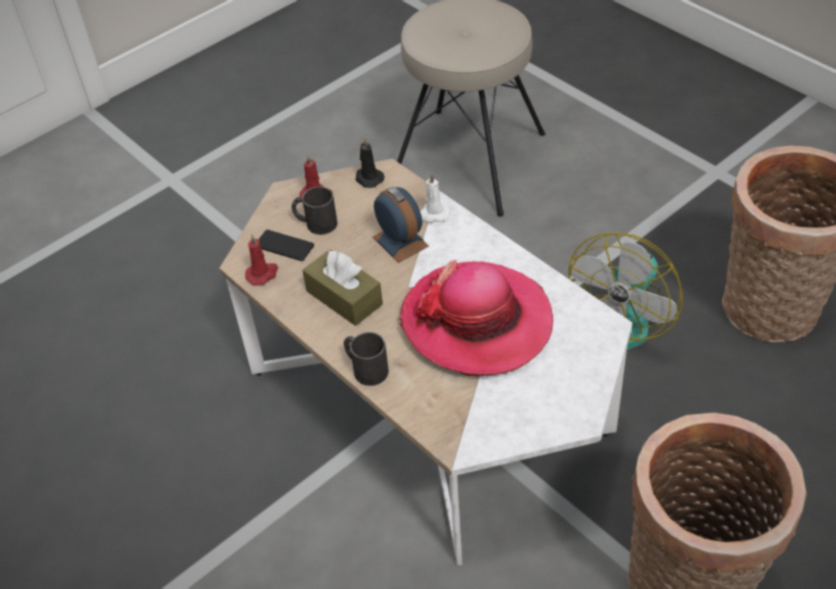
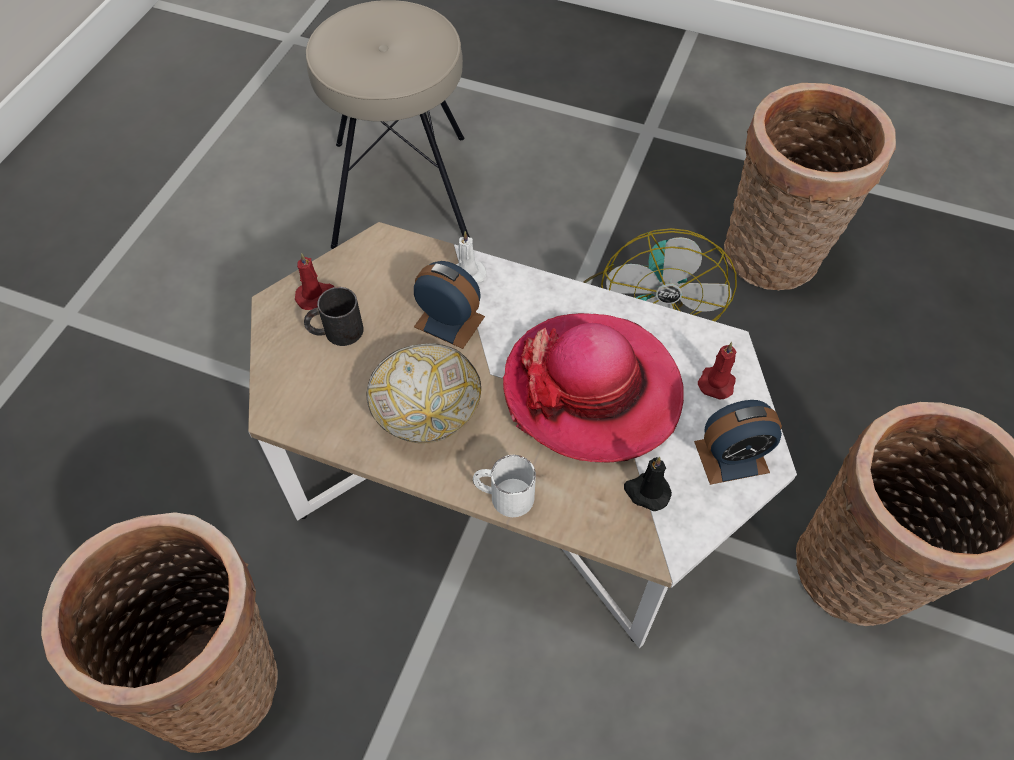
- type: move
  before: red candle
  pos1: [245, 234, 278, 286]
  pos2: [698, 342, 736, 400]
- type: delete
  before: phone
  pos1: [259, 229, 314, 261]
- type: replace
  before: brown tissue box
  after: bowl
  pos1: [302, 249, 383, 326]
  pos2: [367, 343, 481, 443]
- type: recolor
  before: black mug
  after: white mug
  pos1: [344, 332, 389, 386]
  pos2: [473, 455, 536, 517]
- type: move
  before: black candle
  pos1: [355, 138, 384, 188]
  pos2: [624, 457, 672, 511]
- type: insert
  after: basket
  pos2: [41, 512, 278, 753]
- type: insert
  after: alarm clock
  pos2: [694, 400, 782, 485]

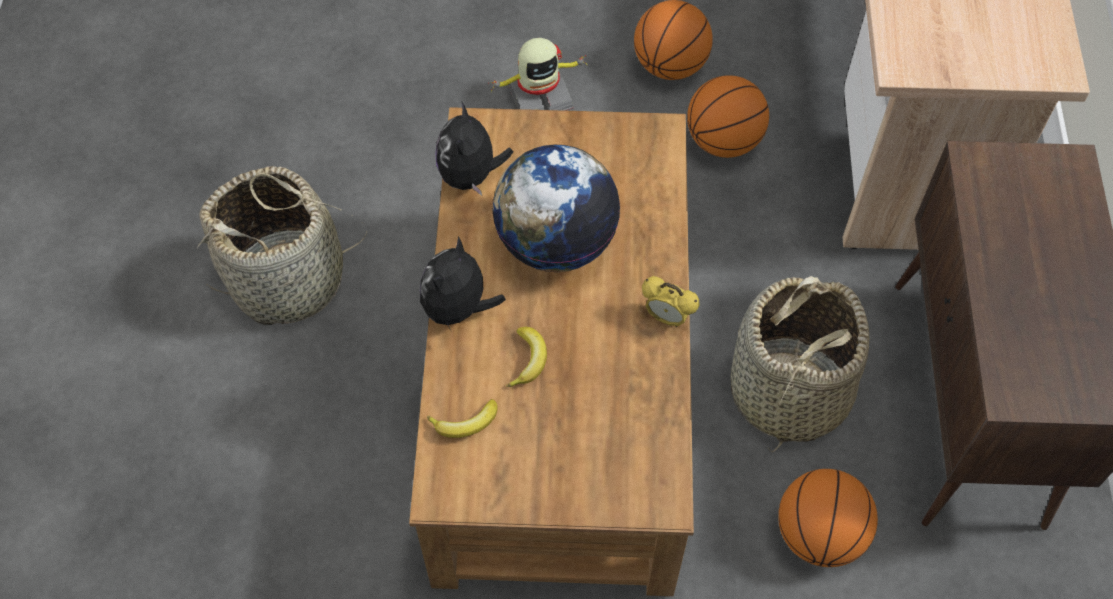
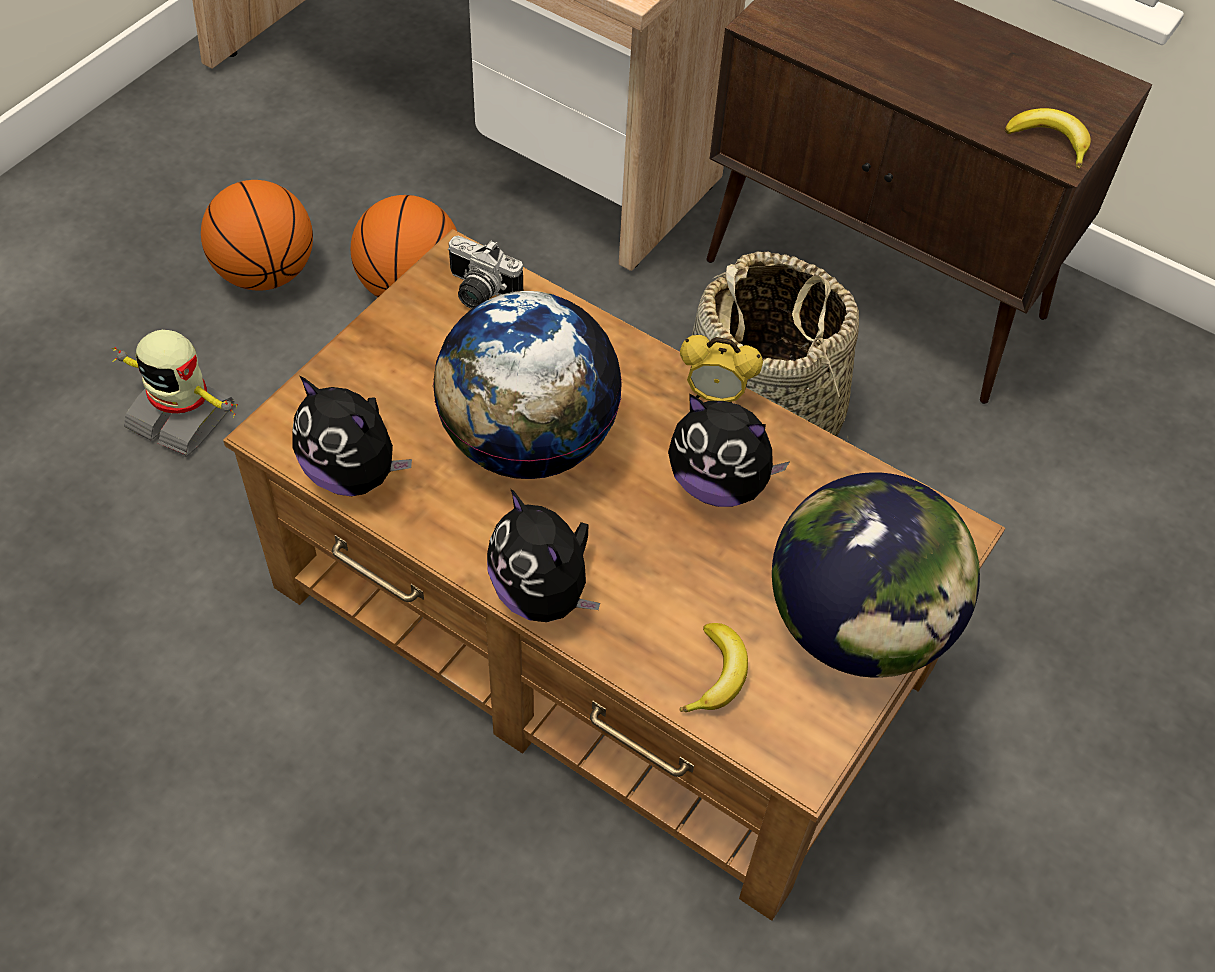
- type: delete
  before: basket
  pos1: [197, 166, 367, 325]
- type: rotate
  before: toy robot
  pos1: [491, 38, 587, 111]
  pos2: [112, 330, 238, 457]
  turn: 105
- type: move
  before: banana
  pos1: [506, 327, 547, 387]
  pos2: [1005, 108, 1091, 169]
- type: rotate
  before: alarm clock
  pos1: [642, 276, 699, 327]
  pos2: [680, 335, 763, 403]
  turn: 45
- type: delete
  before: basketball
  pos1: [778, 469, 878, 567]
- type: insert
  after: photo camera
  pos2: [448, 235, 523, 309]
- type: insert
  after: plush toy
  pos2: [668, 394, 790, 507]
- type: insert
  after: globe
  pos2: [772, 472, 980, 678]

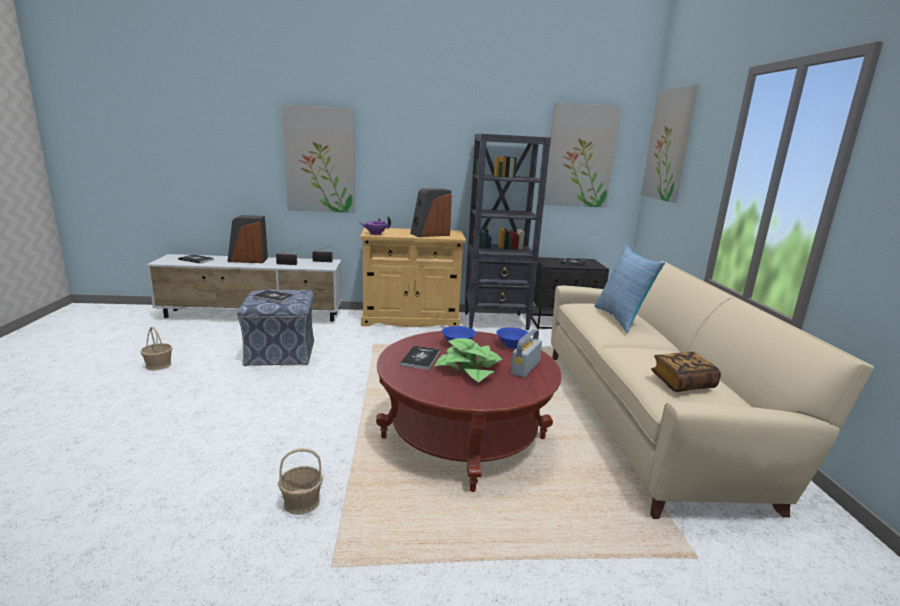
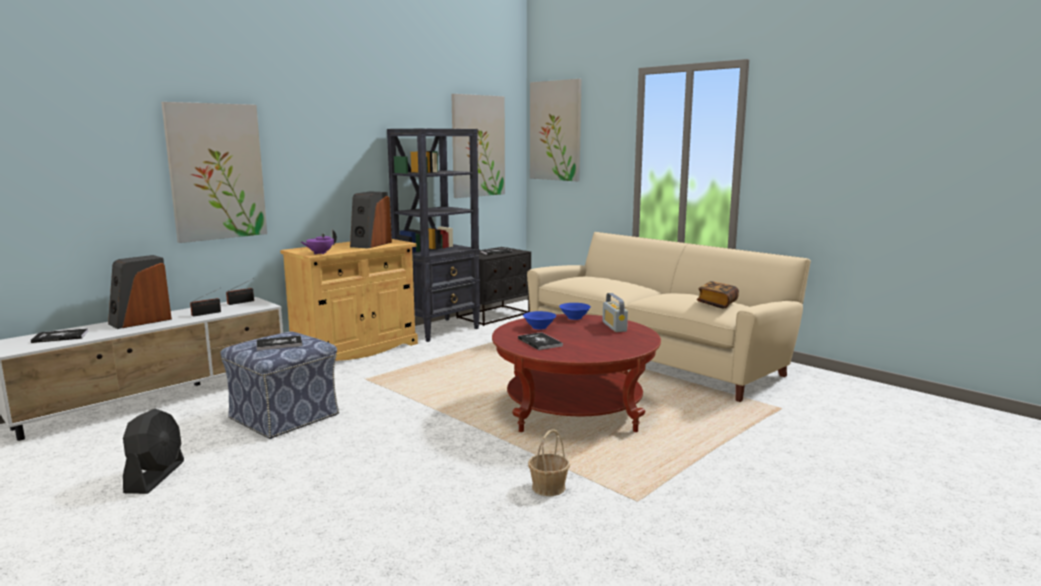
- type: replace
  before: basket
  after: black fan
  pos1: [140, 327, 173, 371]
  pos2: [123, 409, 184, 494]
- type: delete
  before: potted plant
  pos1: [435, 338, 503, 382]
- type: delete
  before: pillow
  pos1: [594, 245, 665, 333]

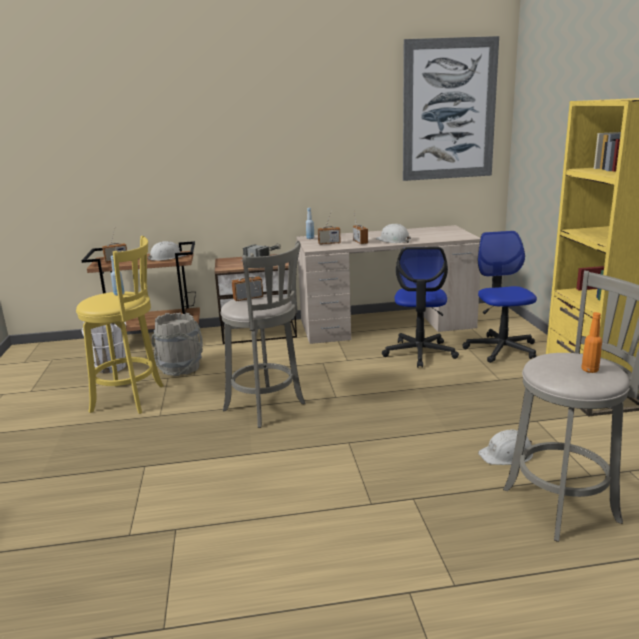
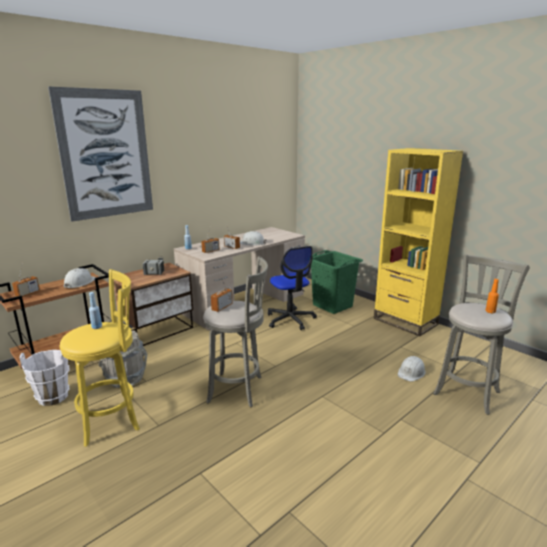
- type: move
  before: picture
  pos1: [403, 36, 499, 181]
  pos2: [48, 86, 153, 222]
- type: replace
  before: office chair
  after: green laundry basket
  pos1: [463, 231, 537, 363]
  pos2: [311, 250, 363, 314]

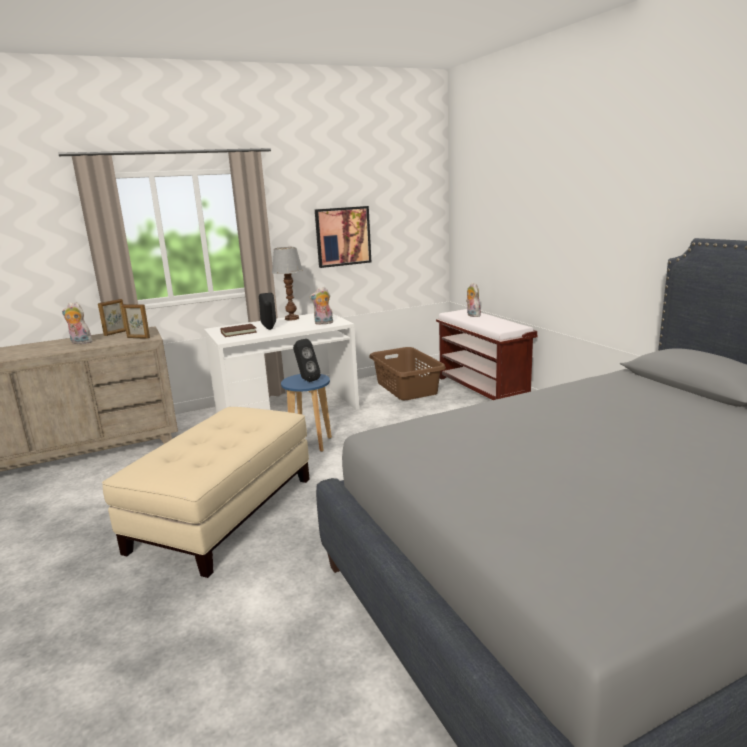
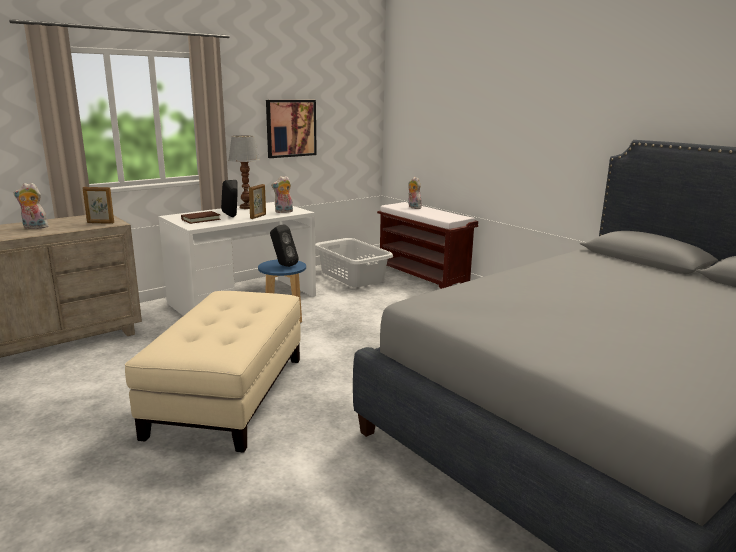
- type: move
  before: picture frame
  pos1: [98, 299, 126, 336]
  pos2: [249, 184, 266, 219]
- type: recolor
  before: brown laundry basket
  after: grey laundry basket
  pos1: [369, 347, 446, 400]
  pos2: [315, 238, 393, 287]

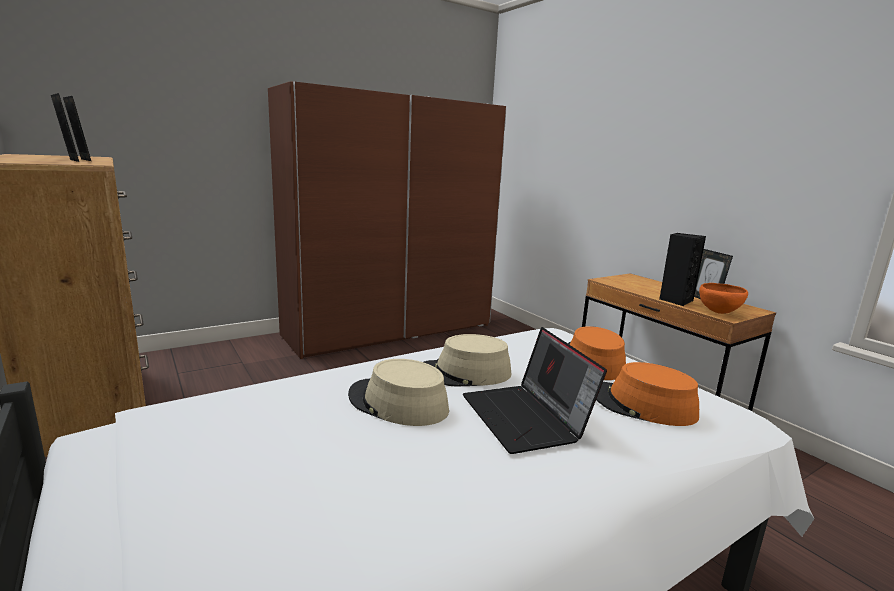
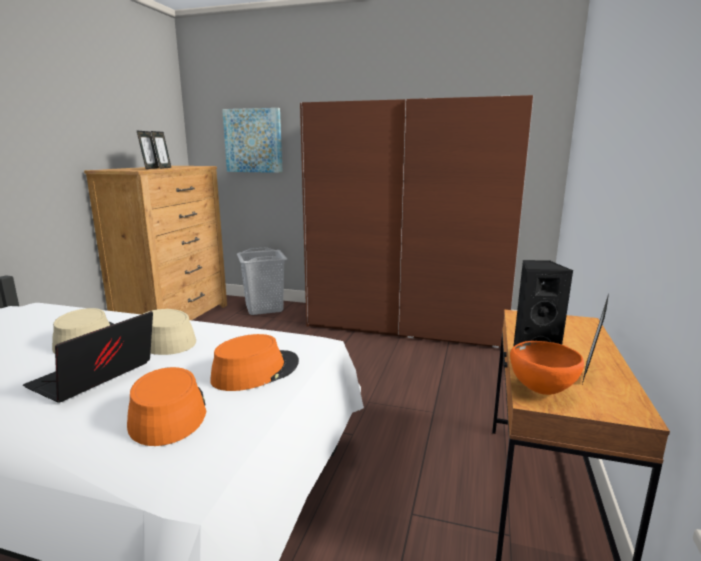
- type: insert
  after: picture
  pos2: [222, 108, 283, 173]
- type: insert
  after: grey laundry basket
  pos2: [237, 247, 287, 315]

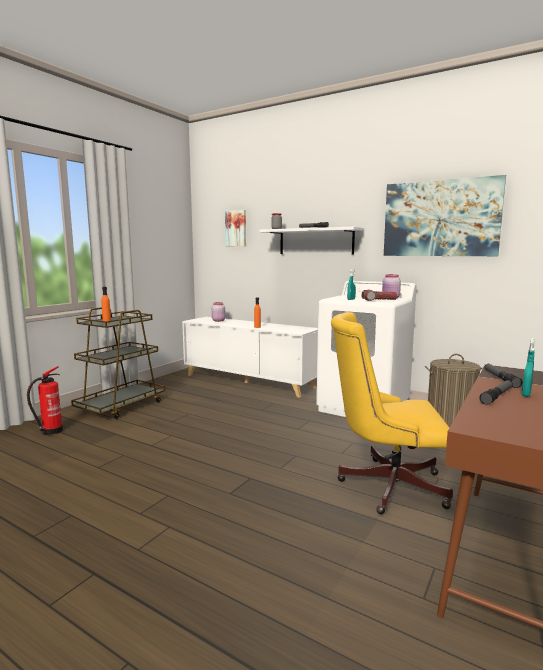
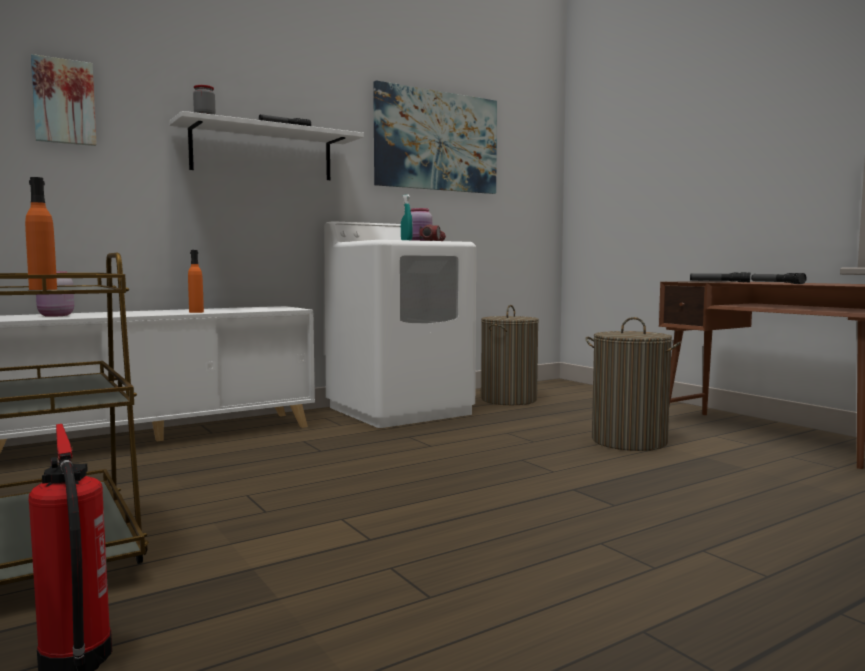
- type: replace
  before: yellow office chair
  after: laundry basket
  pos1: [331, 312, 453, 514]
  pos2: [586, 317, 681, 451]
- type: delete
  before: turquoise spray bottle
  pos1: [522, 339, 535, 397]

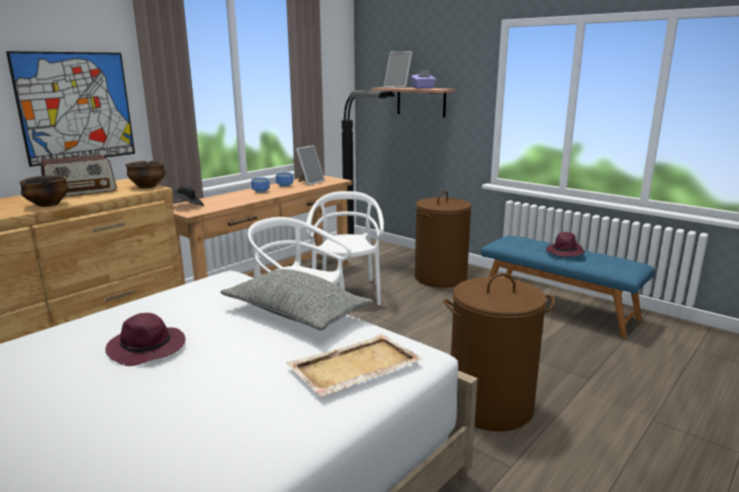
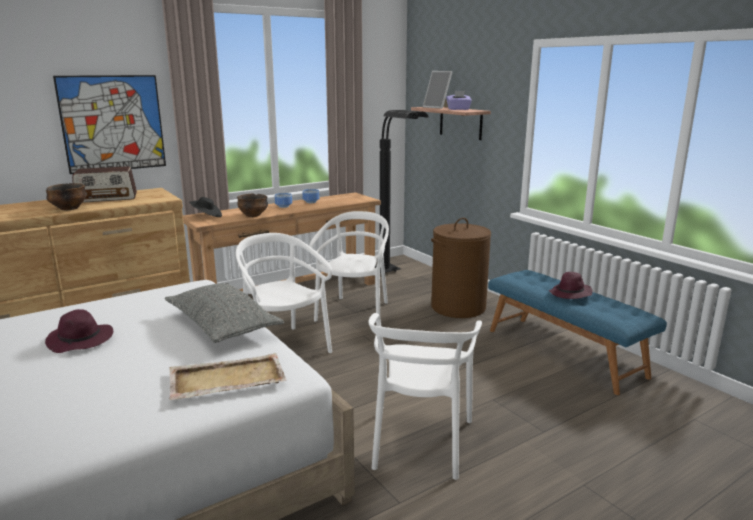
- type: move
  before: bowl
  pos1: [126, 161, 166, 188]
  pos2: [237, 194, 268, 217]
- type: delete
  before: picture frame
  pos1: [296, 145, 325, 186]
- type: replace
  before: brown laundry basket
  after: white chair
  pos1: [443, 273, 555, 431]
  pos2: [368, 313, 482, 480]

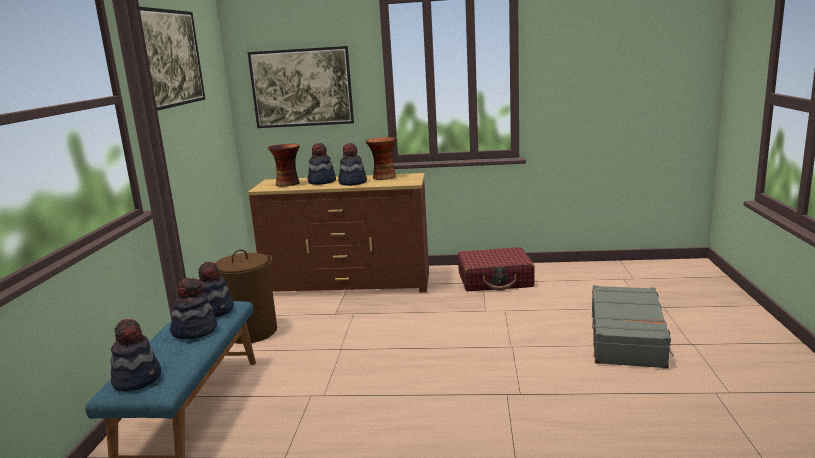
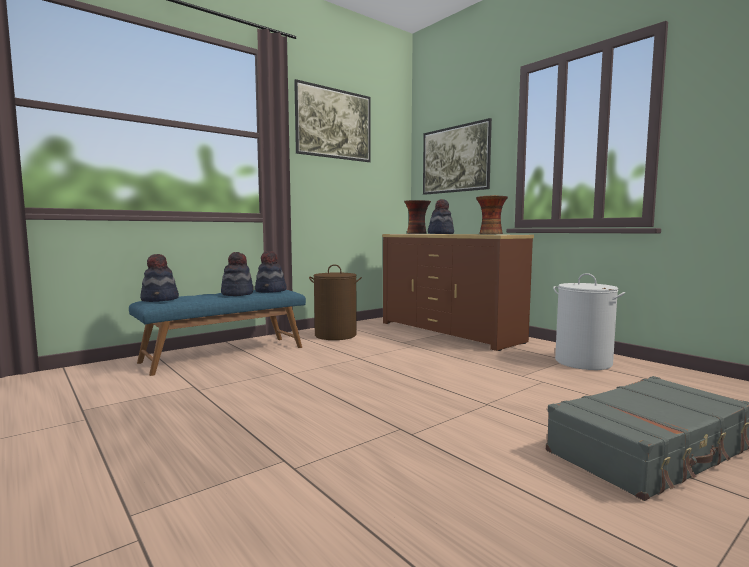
- type: delete
  before: hat
  pos1: [338, 143, 367, 186]
- type: replace
  before: red suitcase
  after: white laundry basket
  pos1: [458, 247, 535, 291]
  pos2: [553, 273, 625, 370]

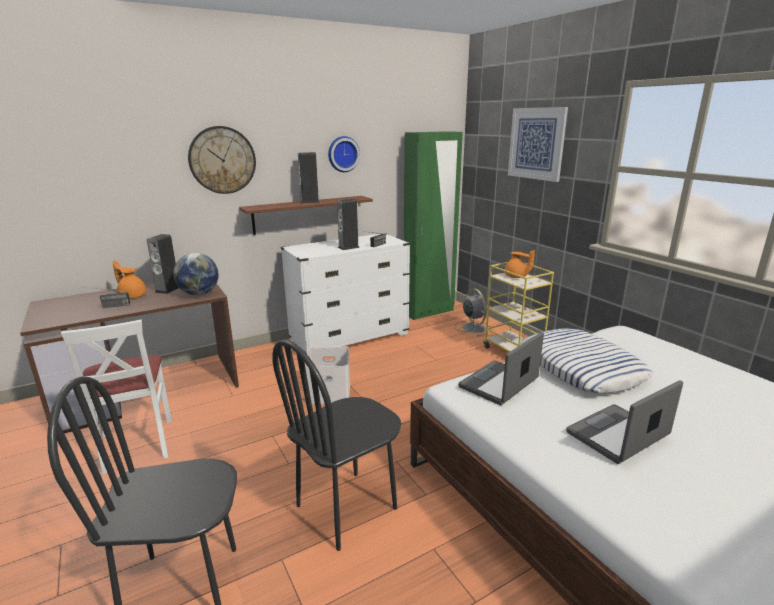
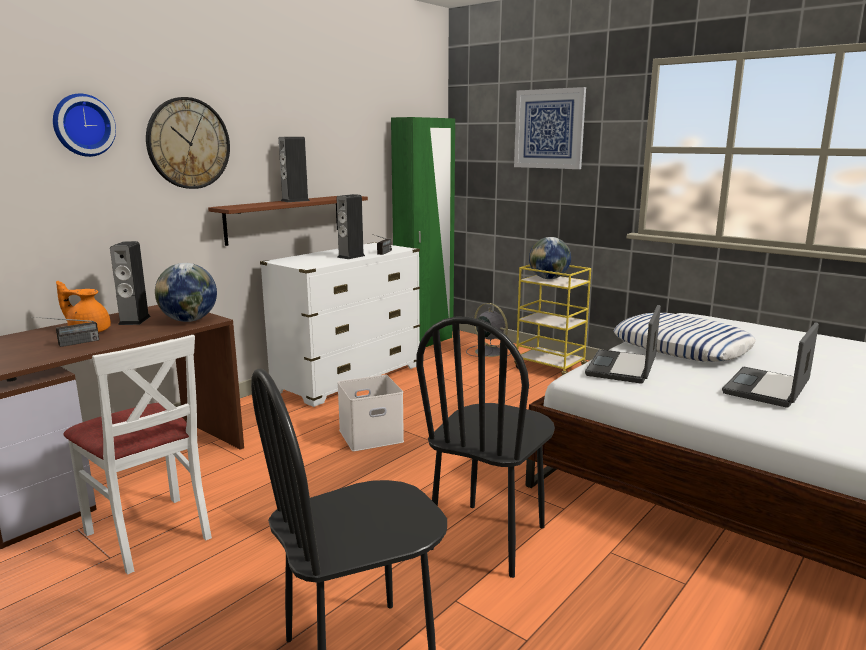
- type: move
  before: wall clock
  pos1: [328, 136, 360, 172]
  pos2: [53, 94, 116, 157]
- type: replace
  before: orange teapot
  after: globe
  pos1: [505, 250, 535, 278]
  pos2: [529, 237, 571, 279]

